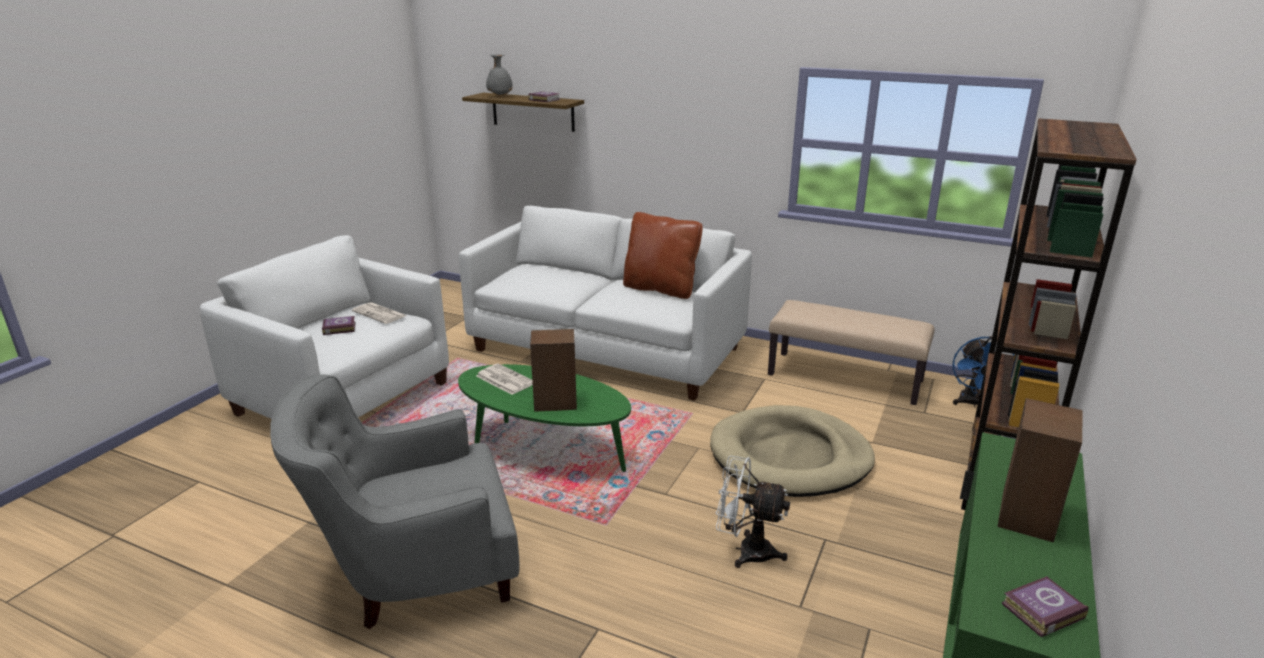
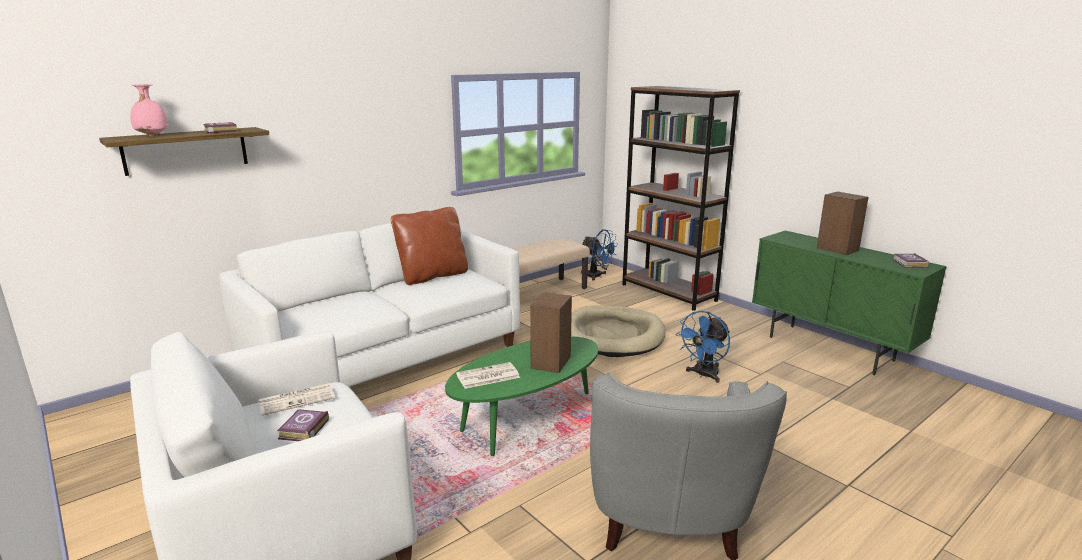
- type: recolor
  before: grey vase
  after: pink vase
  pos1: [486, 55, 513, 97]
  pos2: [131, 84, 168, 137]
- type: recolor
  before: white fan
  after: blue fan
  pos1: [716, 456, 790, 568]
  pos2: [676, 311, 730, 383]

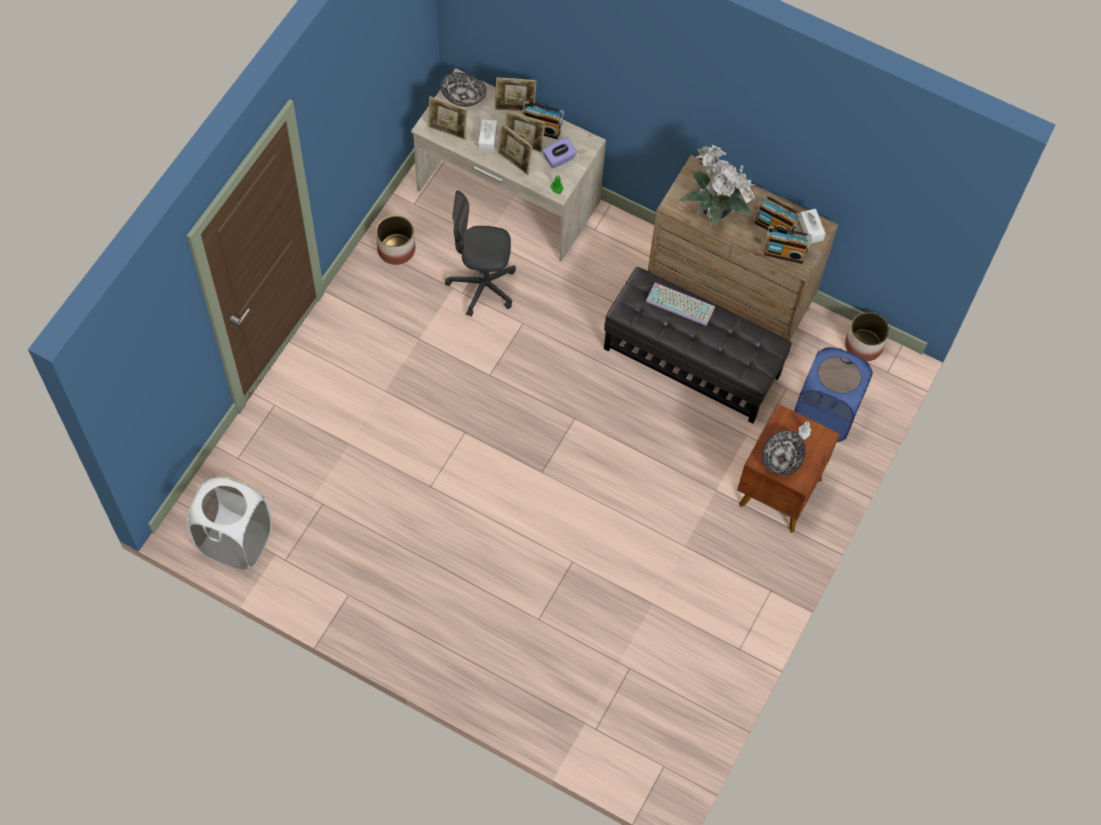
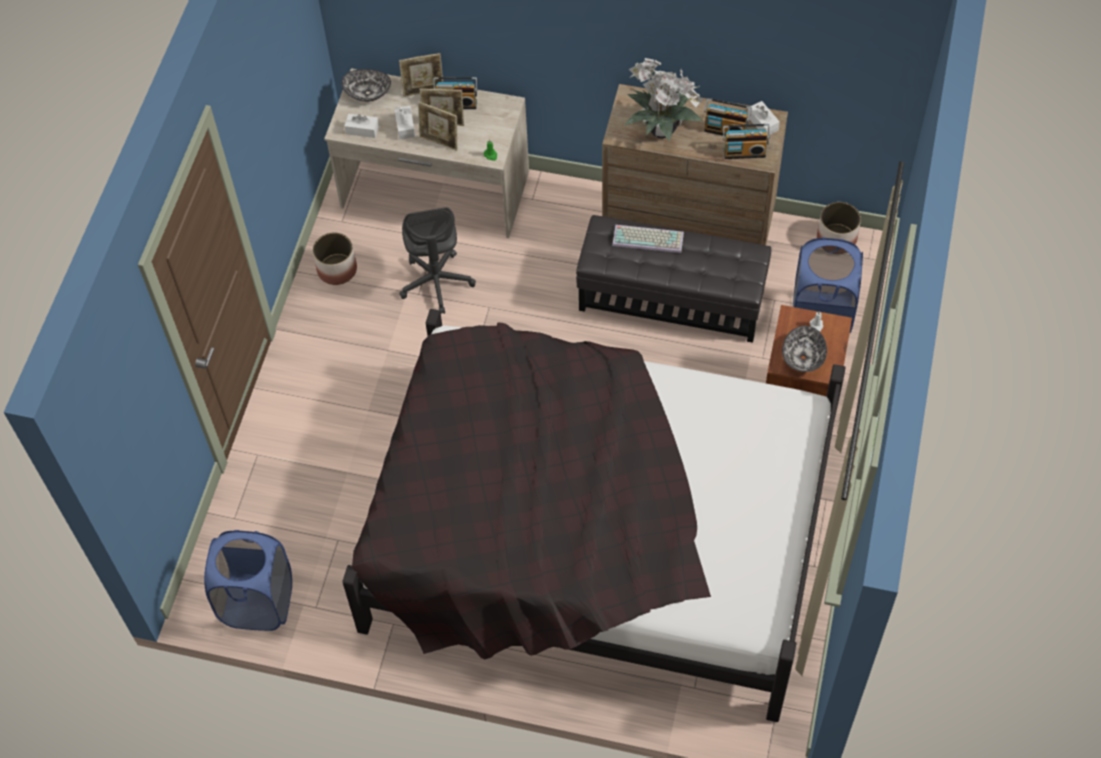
- type: recolor
  before: white laundry basket
  after: blue laundry basket
  pos1: [187, 476, 272, 571]
  pos2: [204, 530, 292, 631]
- type: replace
  before: picture frame
  after: white tissue box
  pos1: [428, 96, 467, 140]
  pos2: [344, 114, 379, 138]
- type: rotate
  before: grey office chair
  pos1: [445, 190, 516, 316]
  pos2: [399, 207, 476, 314]
  turn: -90
- type: delete
  before: purple tissue box
  pos1: [542, 137, 577, 168]
- type: insert
  after: black bed
  pos2: [342, 309, 846, 722]

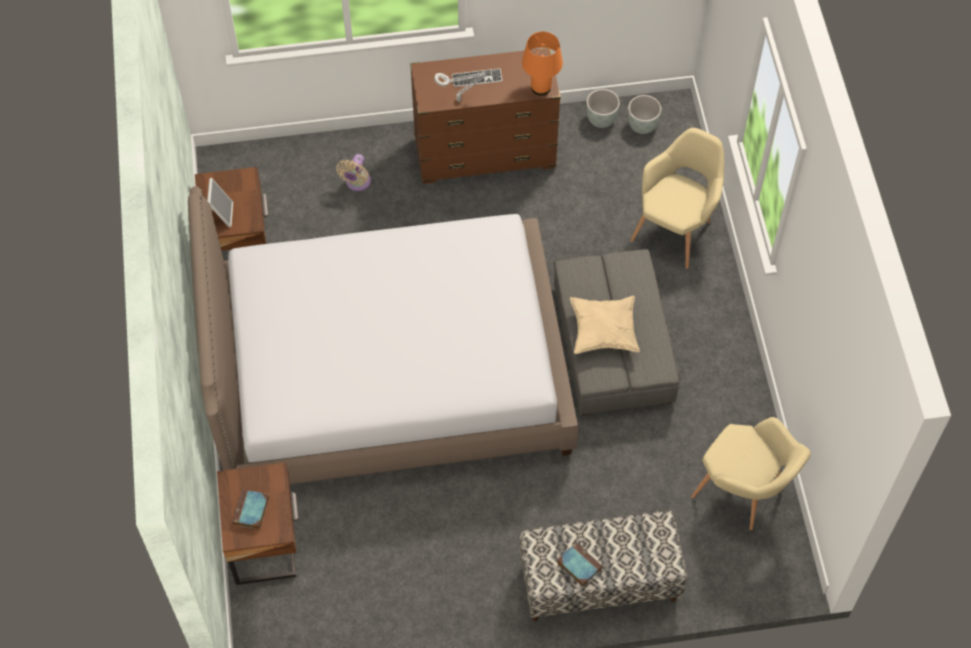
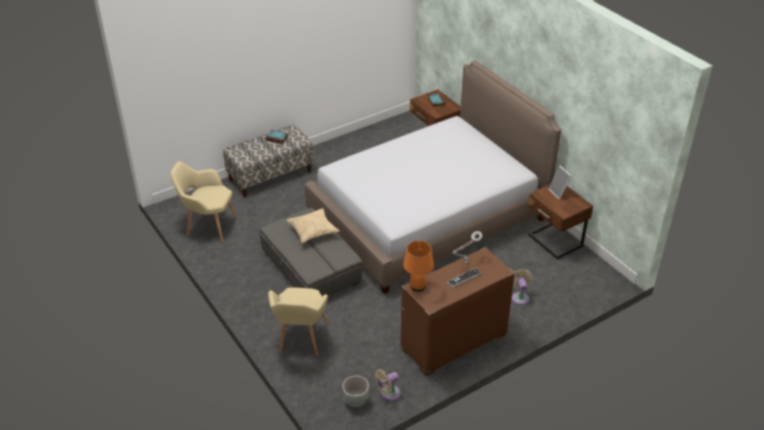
- type: replace
  before: grey planter
  after: beige fan
  pos1: [587, 89, 620, 128]
  pos2: [375, 369, 401, 401]

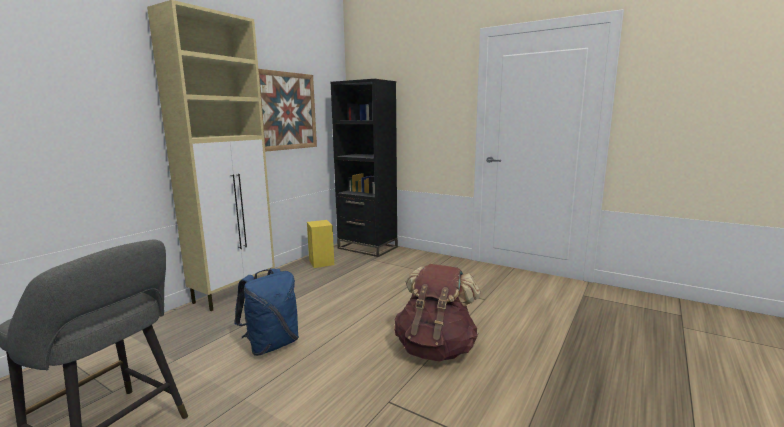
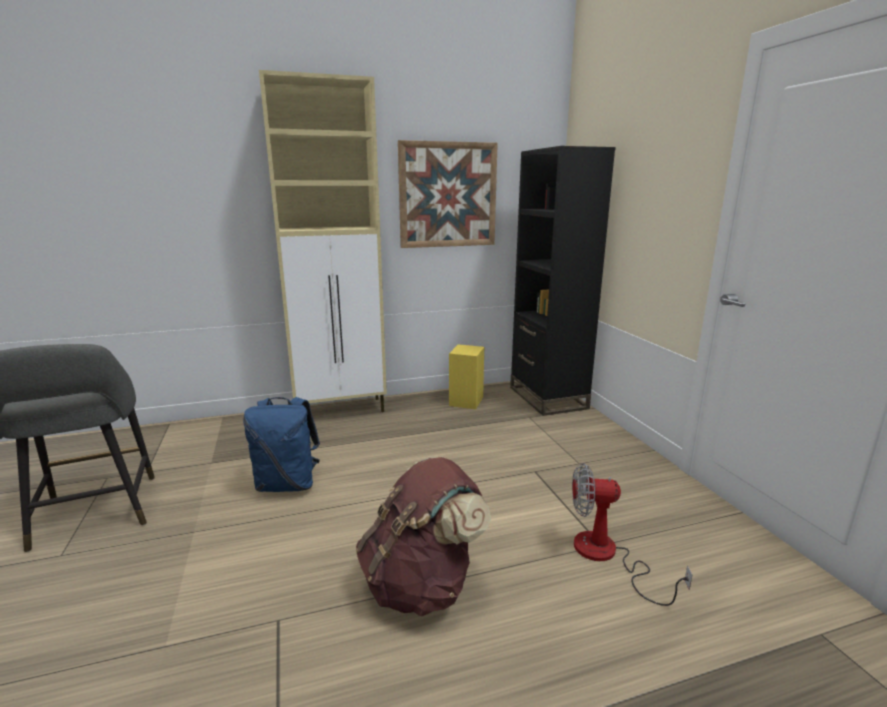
- type: insert
  after: fan
  pos2: [572, 463, 693, 606]

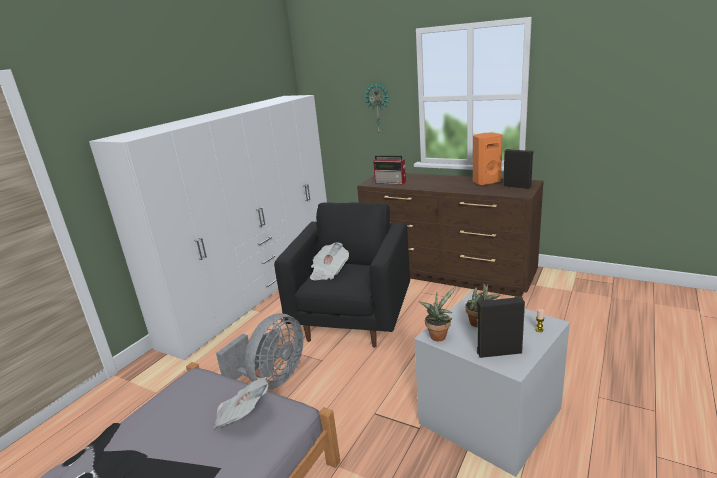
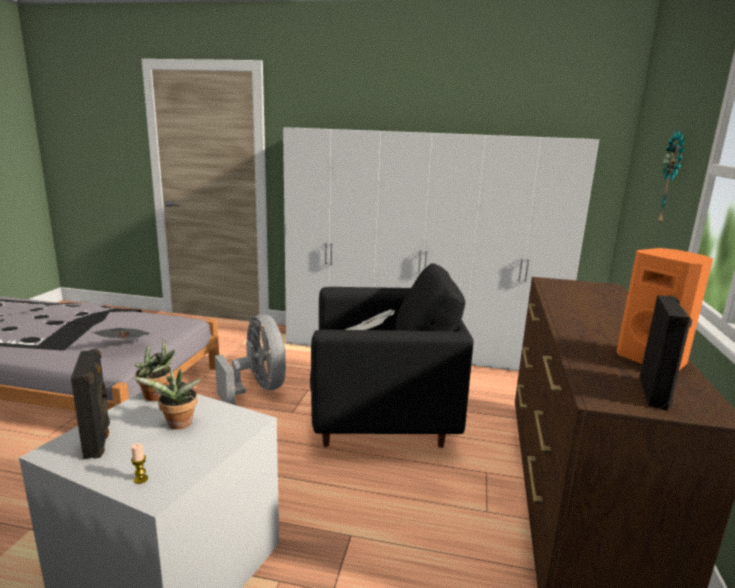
- type: rotate
  before: grey fan
  pos1: [216, 313, 304, 389]
  pos2: [215, 314, 286, 405]
  turn: -135
- type: delete
  before: radio
  pos1: [373, 155, 406, 185]

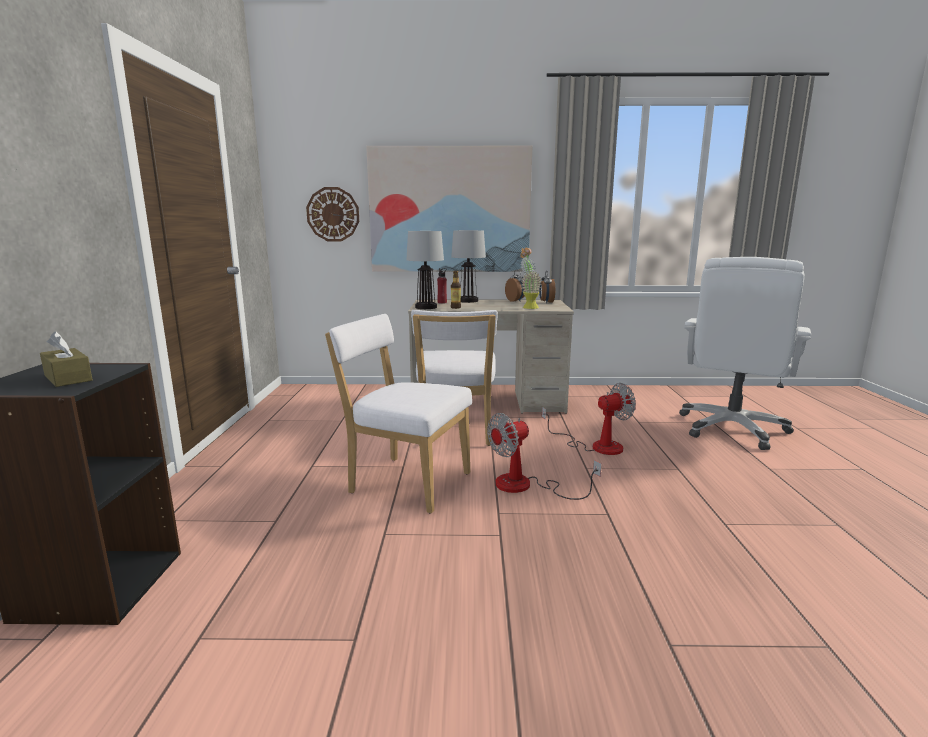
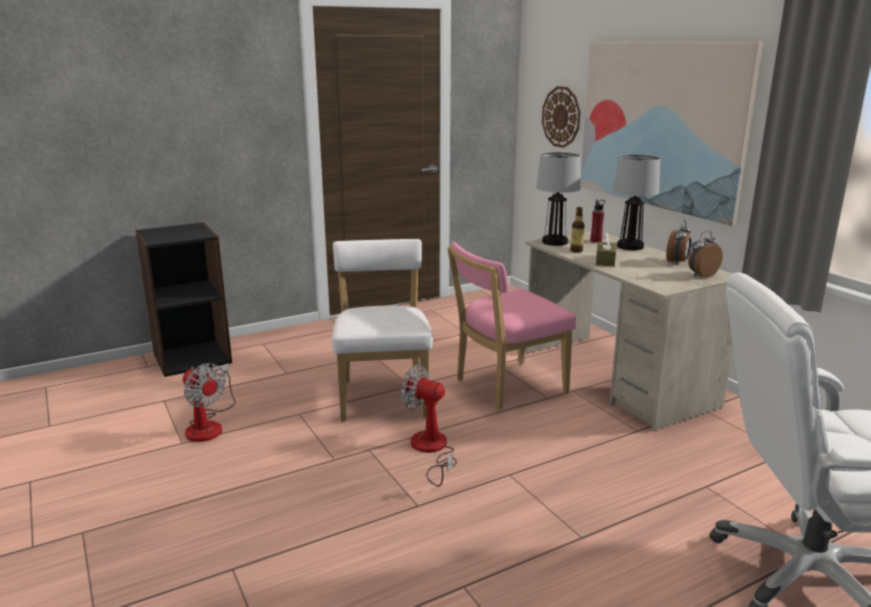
- type: move
  before: brown tissue box
  pos1: [40, 331, 93, 387]
  pos2: [596, 232, 616, 266]
- type: recolor
  before: white chair
  after: pink chair
  pos1: [411, 310, 498, 446]
  pos2: [447, 242, 576, 410]
- type: delete
  before: potted plant
  pos1: [520, 248, 542, 309]
- type: move
  before: fan
  pos1: [542, 383, 636, 455]
  pos2: [183, 363, 235, 442]

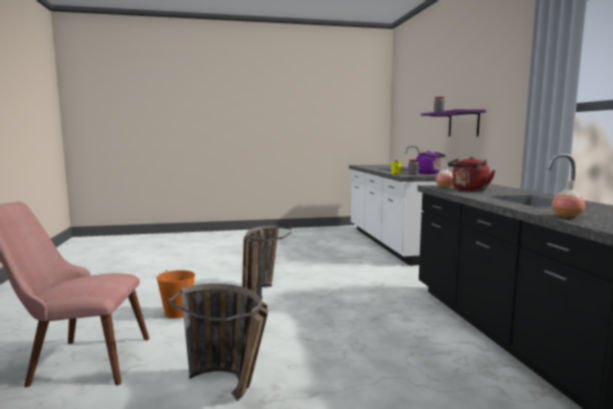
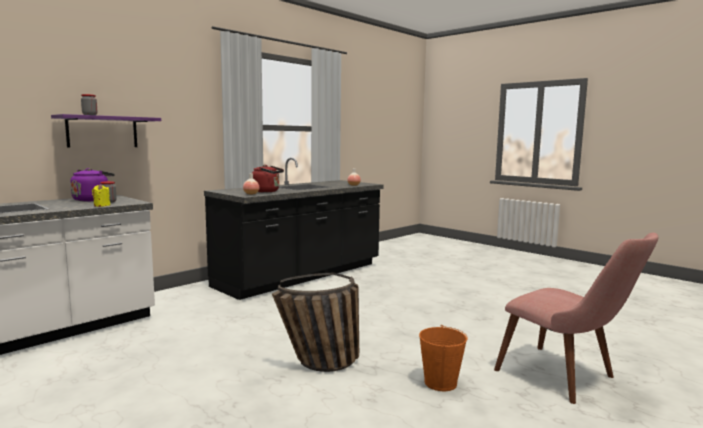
- type: delete
  before: basket
  pos1: [168, 283, 269, 401]

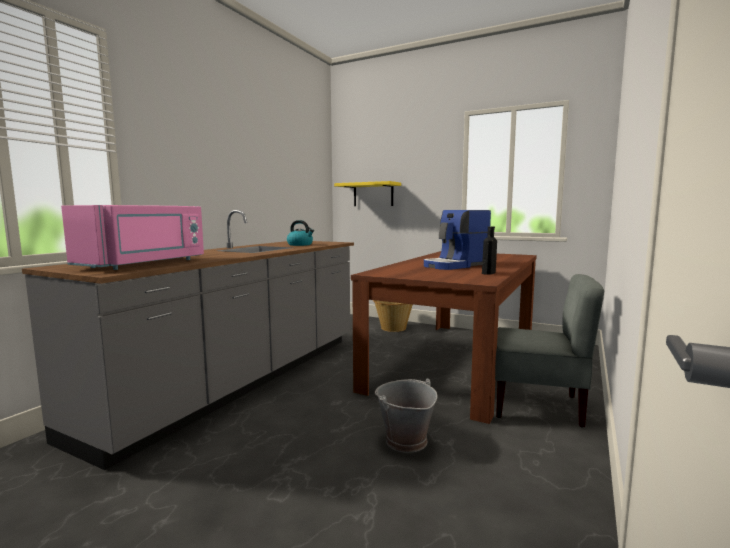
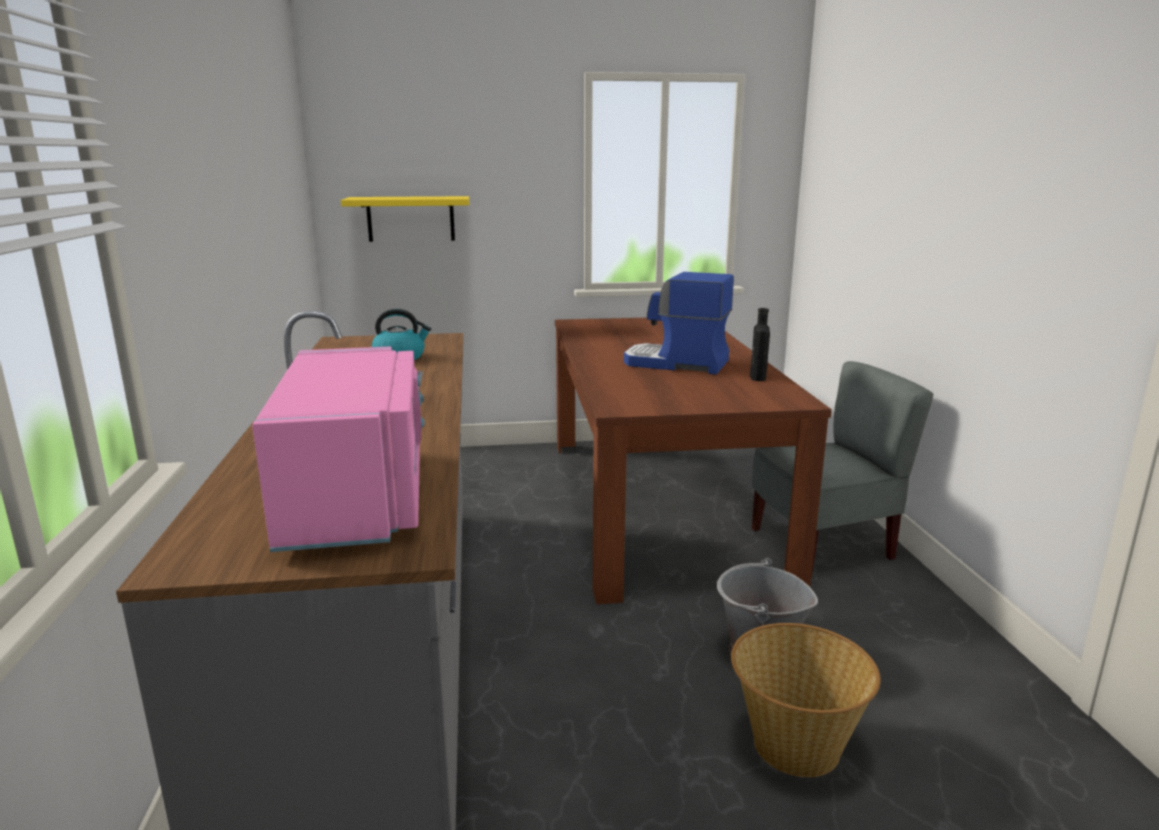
- type: move
  before: basket
  pos1: [373, 300, 413, 332]
  pos2: [731, 623, 881, 777]
- type: rotate
  before: coffee machine
  pos1: [424, 210, 491, 270]
  pos2: [624, 272, 734, 375]
  turn: 90

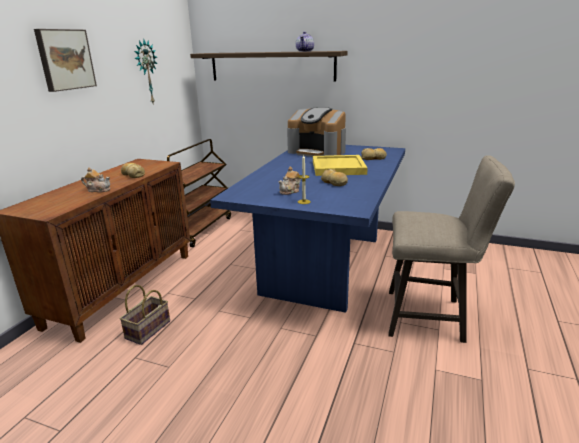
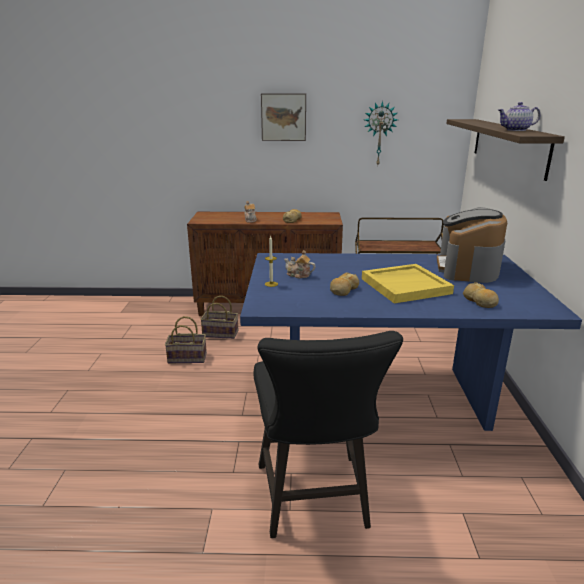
- type: recolor
  before: beige stool
  after: black stool
  pos1: [388, 155, 515, 343]
  pos2: [254, 331, 403, 538]
- type: insert
  after: basket
  pos2: [165, 316, 207, 364]

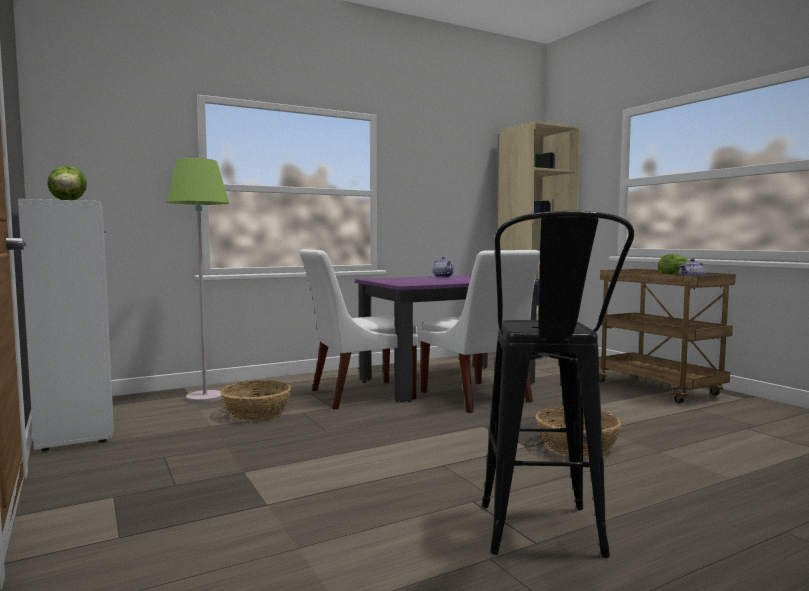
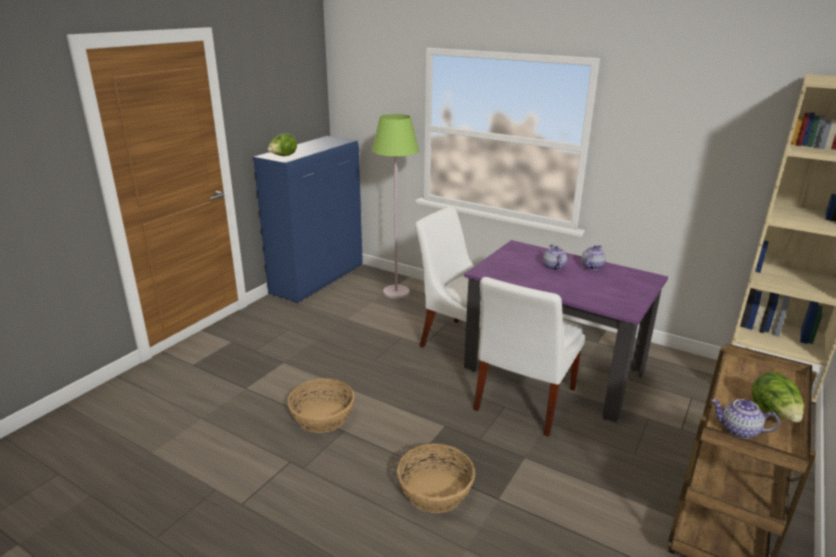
- type: recolor
  before: white cabinet
  after: blue cabinet
  pos1: [18, 199, 114, 451]
  pos2: [253, 136, 363, 303]
- type: move
  before: basket
  pos1: [220, 380, 291, 421]
  pos2: [287, 379, 355, 433]
- type: delete
  before: black stool
  pos1: [482, 211, 634, 558]
- type: insert
  after: teapot
  pos2: [543, 244, 567, 270]

